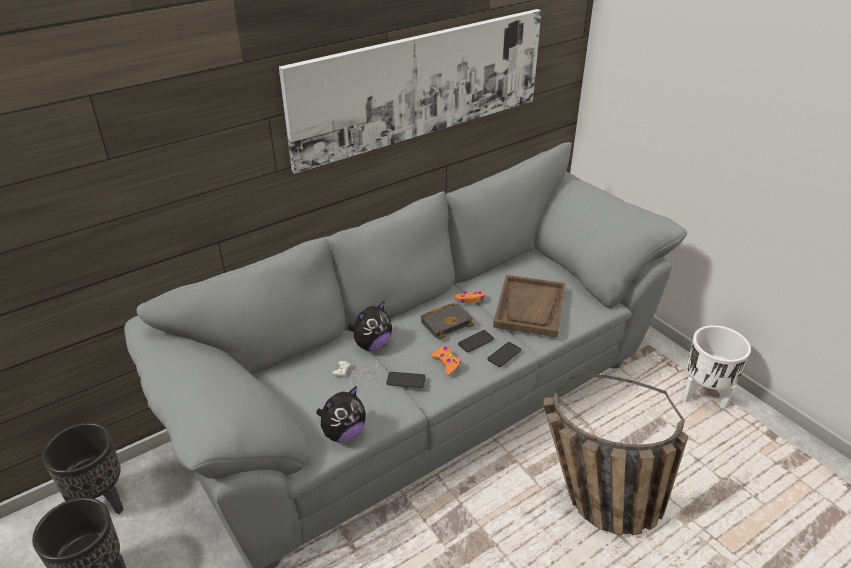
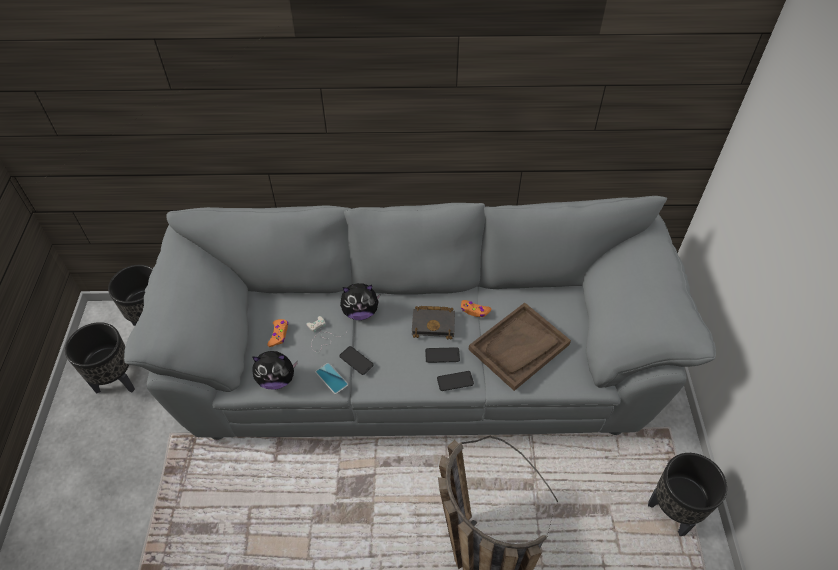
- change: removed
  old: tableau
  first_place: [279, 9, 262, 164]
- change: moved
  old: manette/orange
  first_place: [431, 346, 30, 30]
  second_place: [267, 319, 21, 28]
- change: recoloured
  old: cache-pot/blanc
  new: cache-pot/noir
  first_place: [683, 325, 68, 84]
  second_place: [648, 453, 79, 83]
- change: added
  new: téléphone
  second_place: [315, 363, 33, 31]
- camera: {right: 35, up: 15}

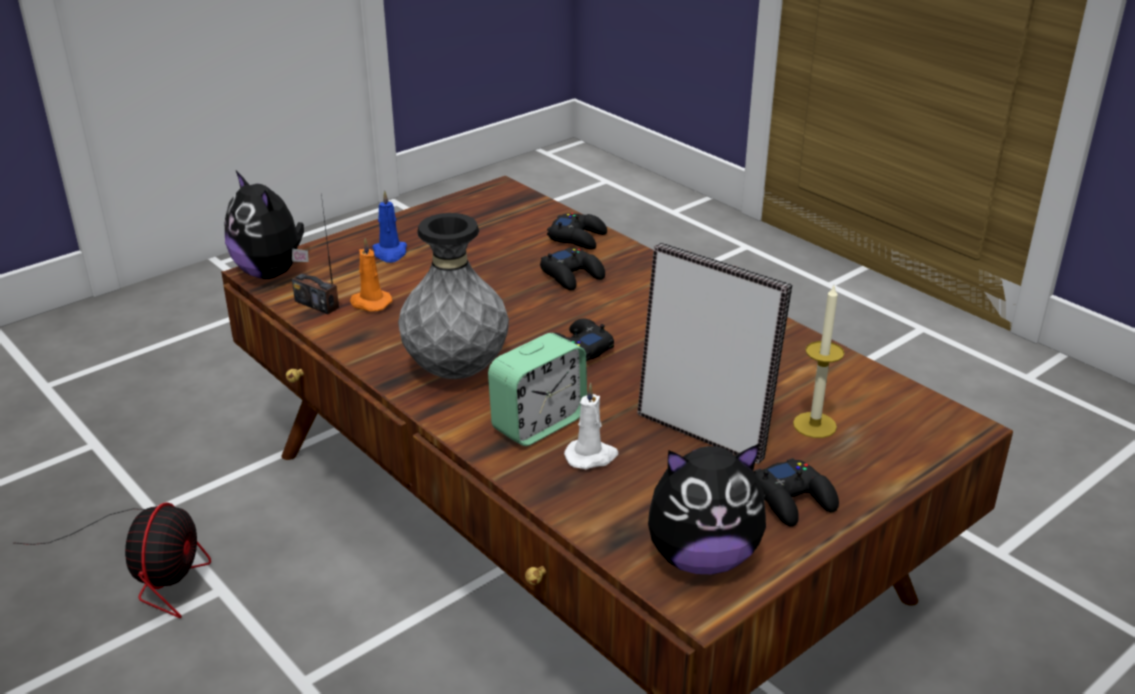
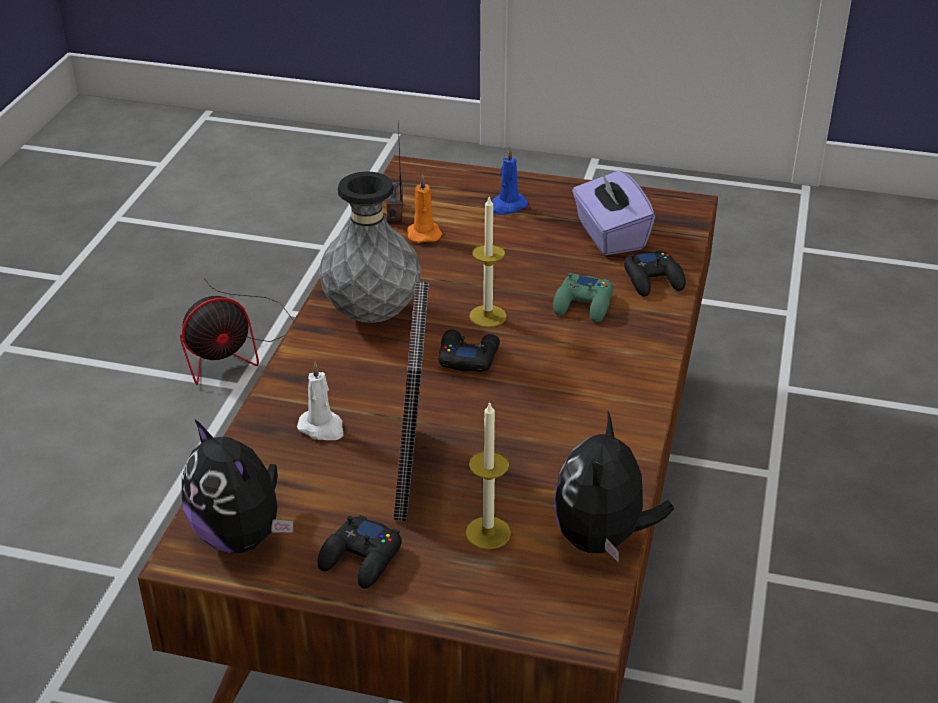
- change: moved
  old: peluche
  first_place: [225, 171, 84, 108]
  second_place: [554, 412, 120, 150]
- change: removed
  old: réveil
  first_place: [488, 333, 99, 113]
- change: recoloured
  old: manette/noir
  new: manette/vert
  first_place: [540, 248, 65, 43]
  second_place: [553, 273, 60, 49]
- change: added
  new: bougie
  second_place: [469, 197, 38, 130]
- change: added
  new: boîte à mouchoirs/violet
  second_place: [572, 171, 83, 84]
- camera: {right: 55, up: 5}

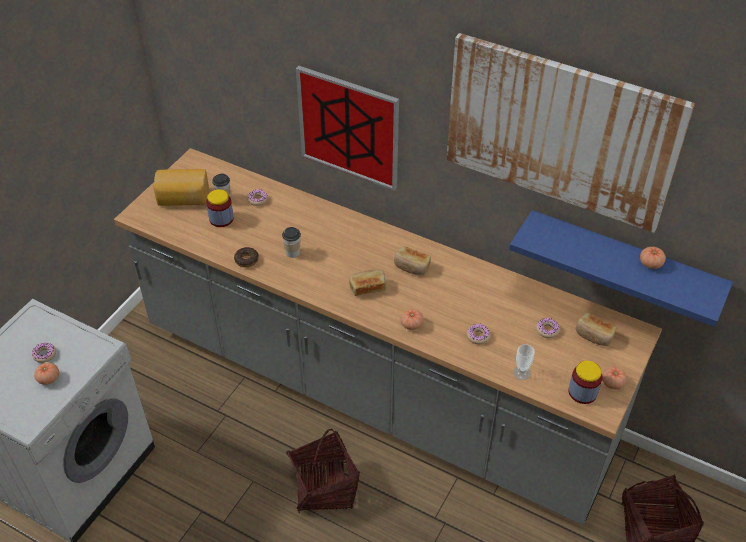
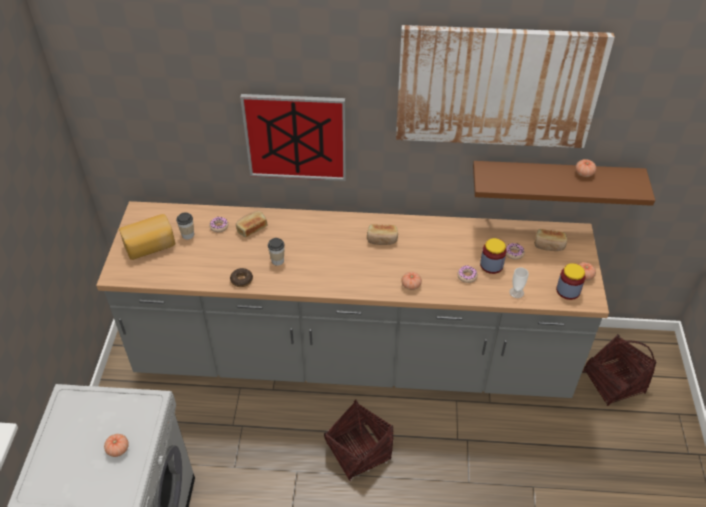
- change: removed
  old: beignet
  first_place: [32, 342, 24, 21]
- change: moved
  old: bocal
  first_place: [206, 189, 28, 38]
  second_place: [480, 238, 27, 36]
- change: moved
  old: pain
  first_place: [349, 269, 37, 27]
  second_place: [236, 211, 31, 26]
- change: recoloured
  old: étagère/bleu
  new: étagère/marron
  first_place: [509, 210, 224, 117]
  second_place: [473, 161, 182, 45]
- camera: {right: -25, up: 0}

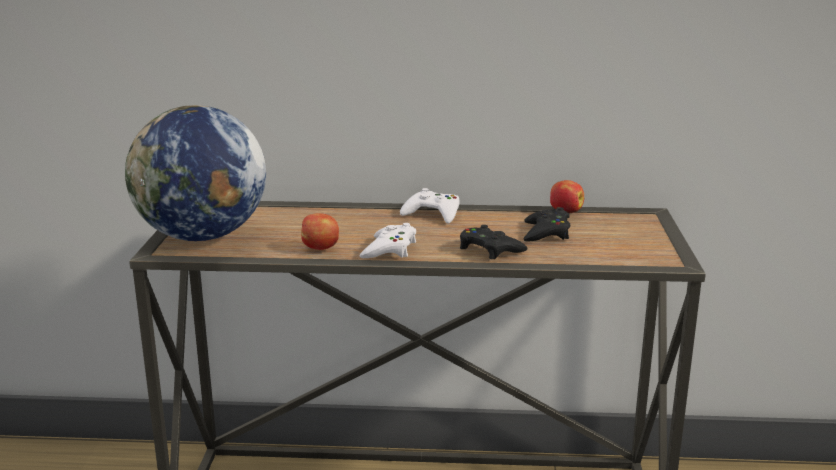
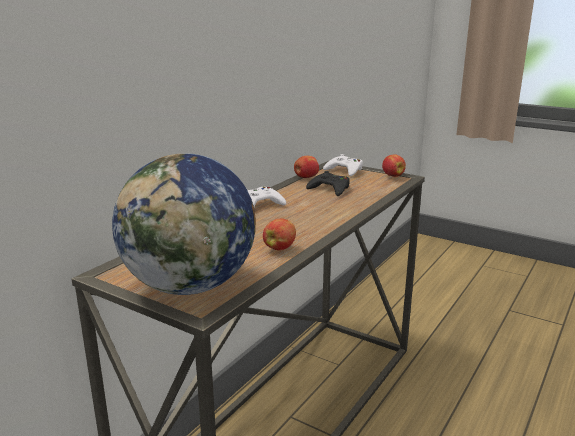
- change: moved
  old: manette/blanc
  first_place: [360, 223, 56, 35]
  second_place: [323, 154, 40, 22]
- change: removed
  old: manette/noir
  first_place: [460, 225, 67, 34]
- change: added
  new: pomme
  second_place: [382, 154, 24, 23]
- camera: {right: -60, up: 0}

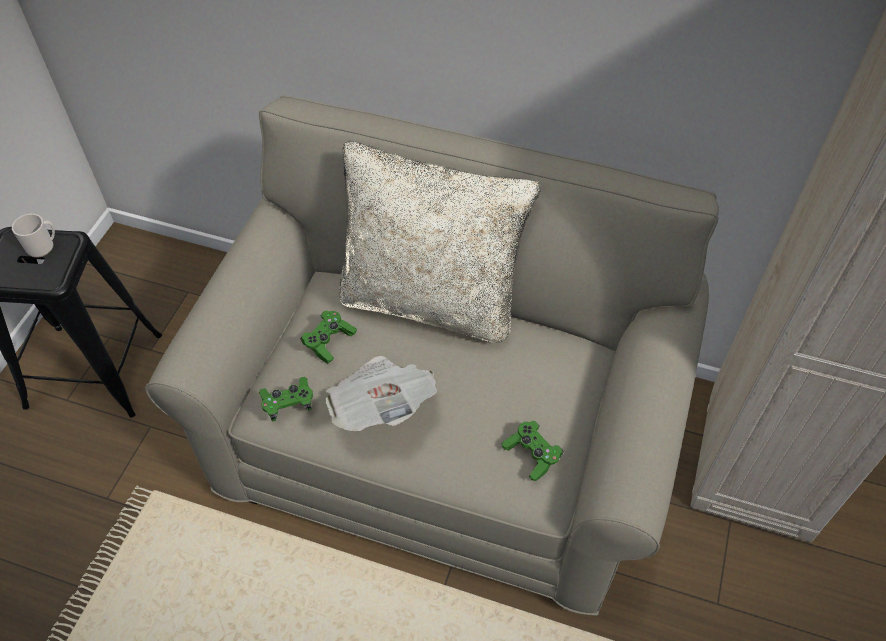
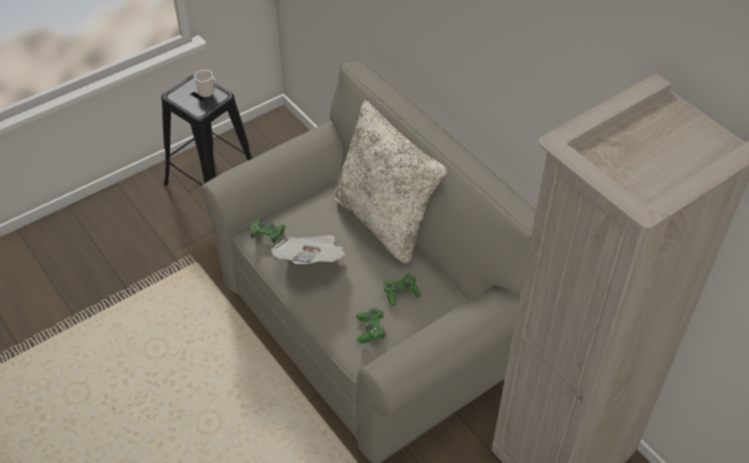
- change: moved
  old: manette/vert
  first_place: [300, 311, 57, 52]
  second_place: [384, 274, 37, 32]
- camera: {right: 35, up: -5}

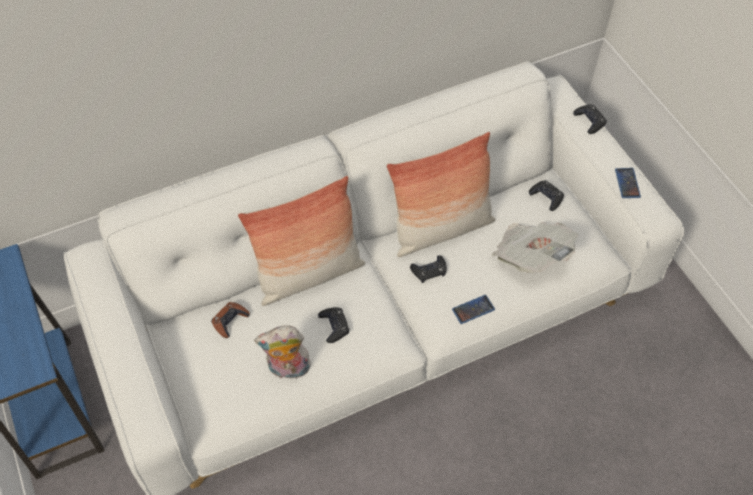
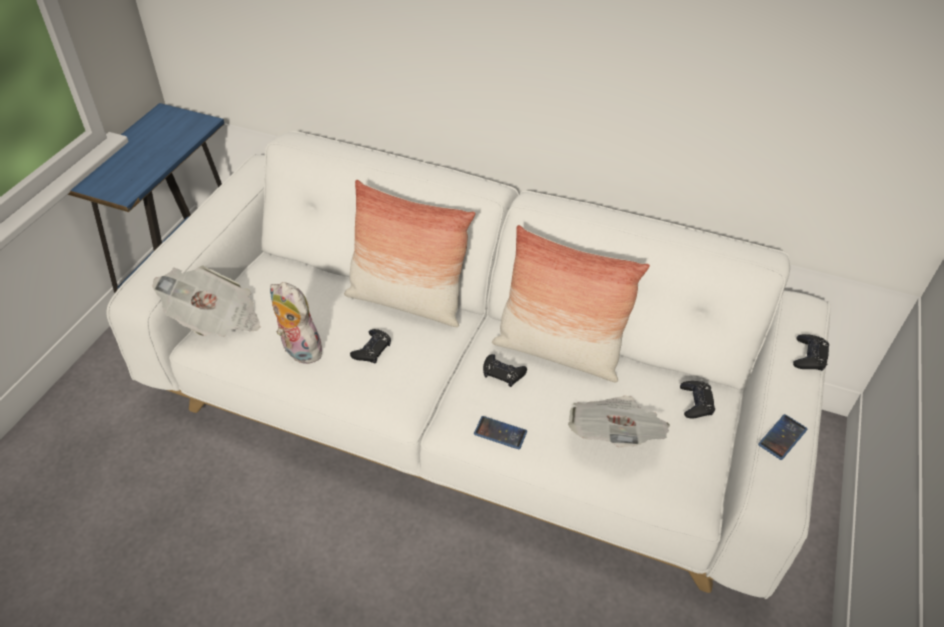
- change: removed
  old: manette/marron
  first_place: [211, 302, 39, 36]
- change: added
  new: journal
  second_place: [152, 265, 109, 71]
- camera: {right: 45, up: -10}

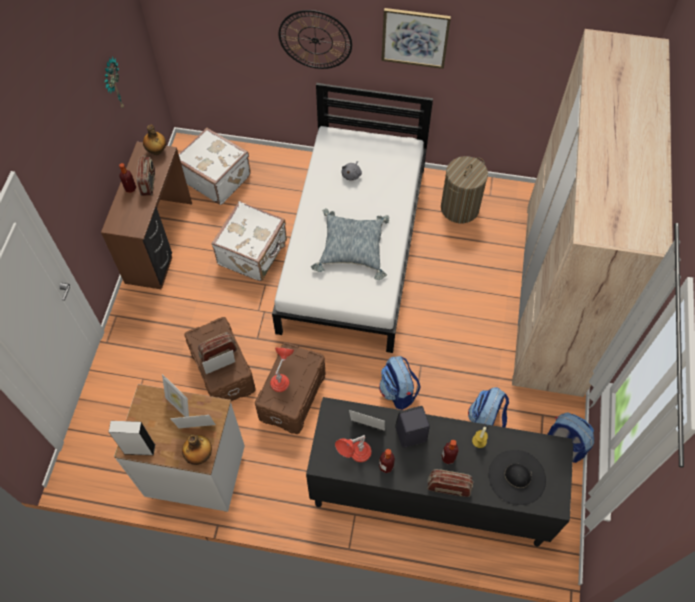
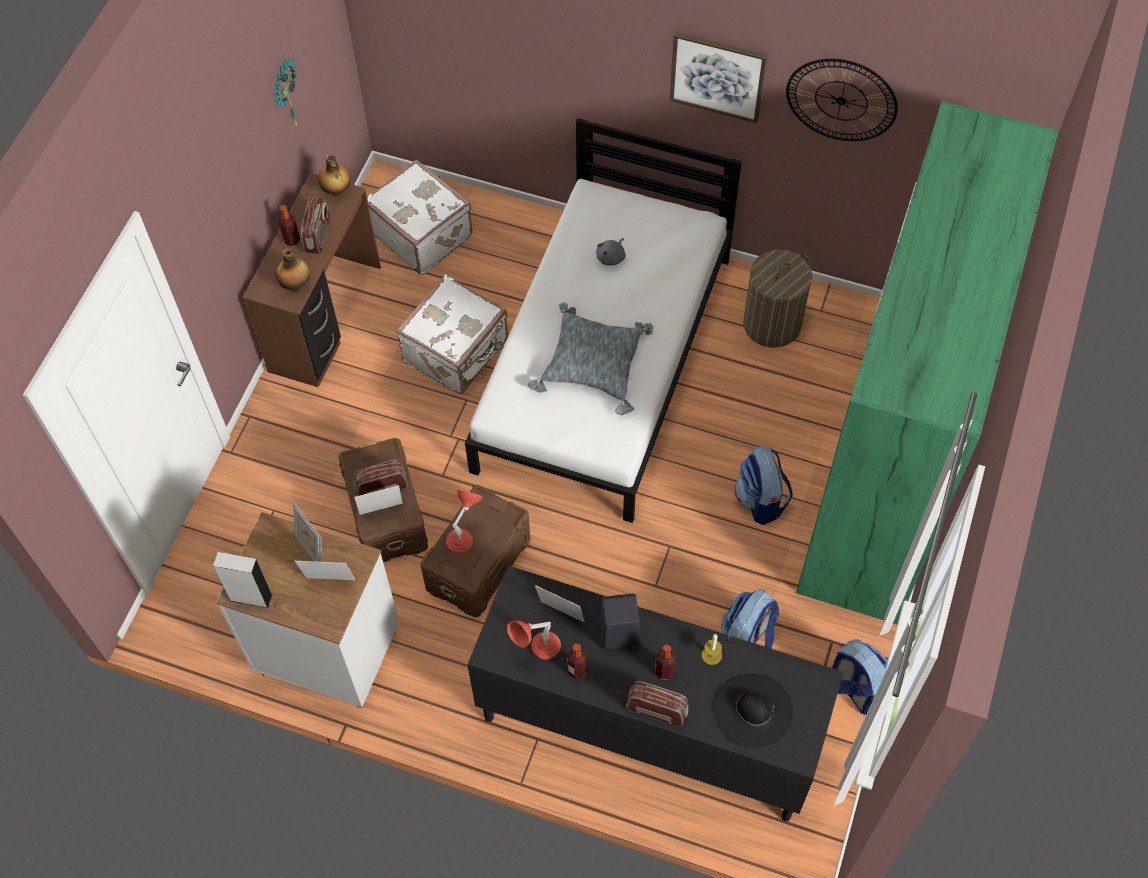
- change: moved
  old: bouteille
  first_place: [182, 435, 30, 30]
  second_place: [276, 249, 34, 43]
- change: moved
  old: horloge murale
  first_place: [279, 10, 73, 59]
  second_place: [786, 58, 112, 83]
- change: moved
  old: sac à dos
  first_place: [379, 356, 42, 54]
  second_place: [735, 446, 58, 79]
- change: recoloured
  old: armoire/beige
  new: armoire/vert
  first_place: [512, 29, 161, 368]
  second_place: [796, 101, 262, 523]
- camera: {right: 10, up: 0}

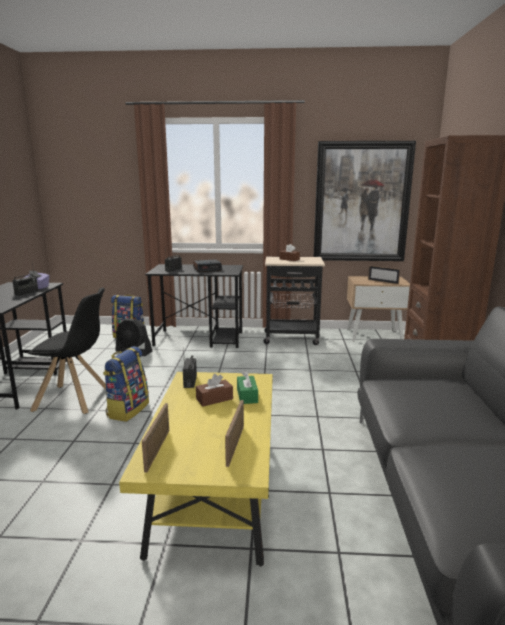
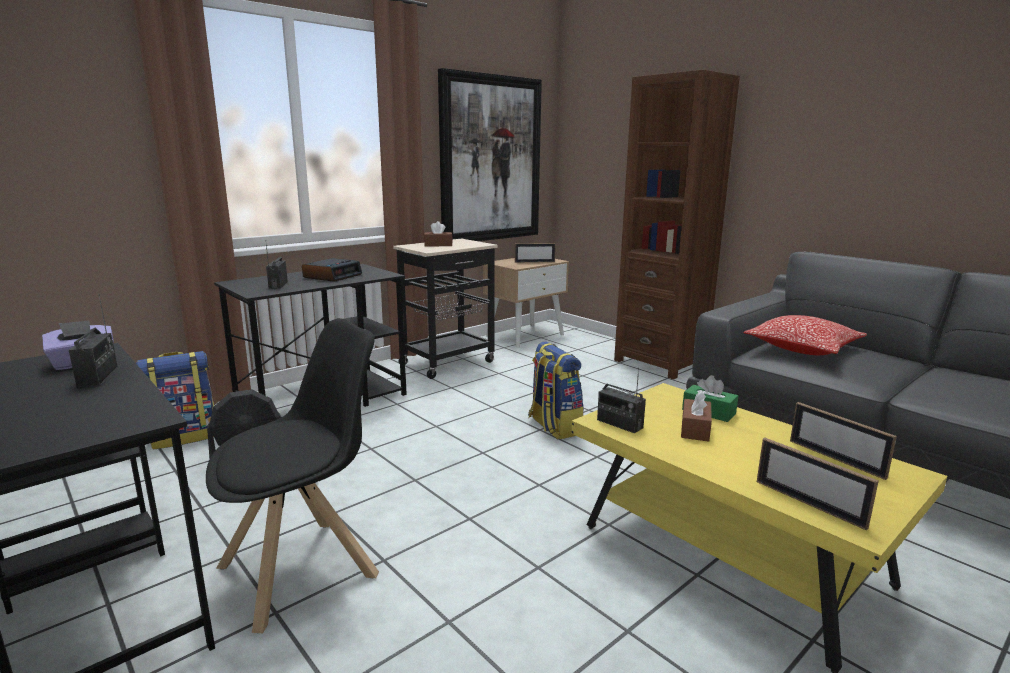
- change: moved
  old: sac à dos
  first_place: [103, 346, 46, 76]
  second_place: [528, 341, 56, 98]
- change: added
  new: coussin
  second_place: [744, 315, 123, 40]
- camera: {right: -45, up: 0}

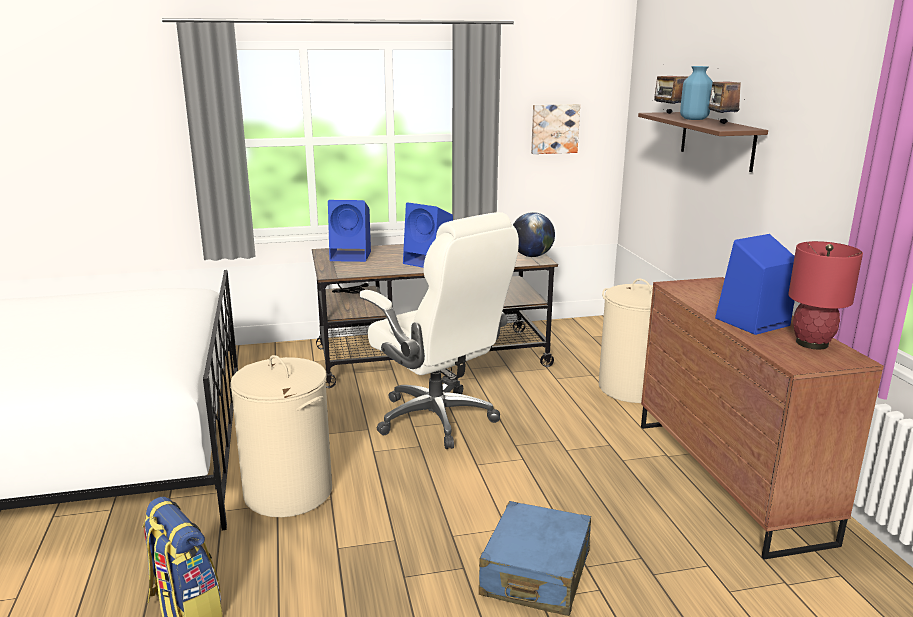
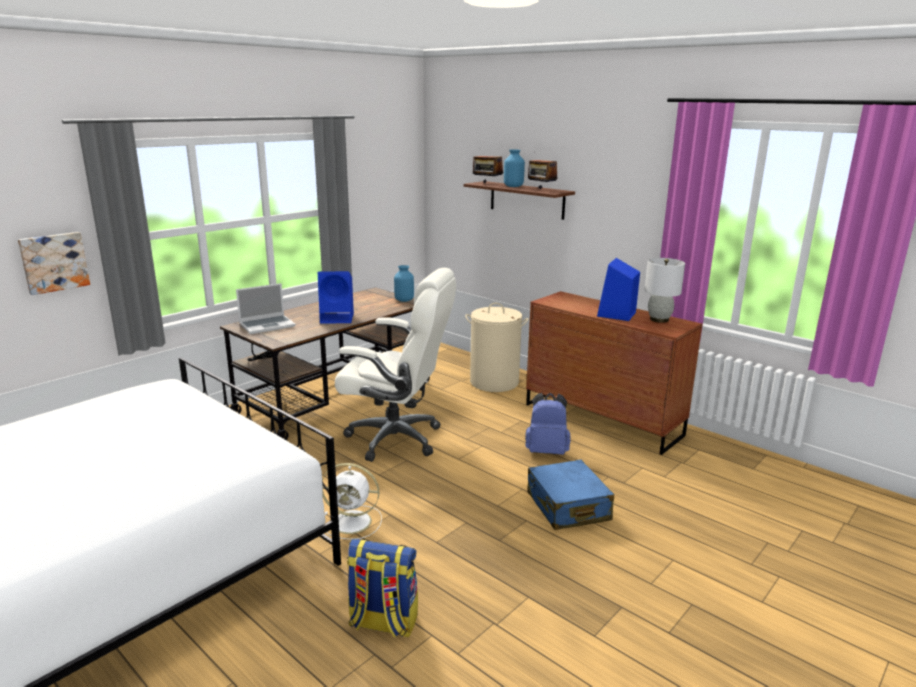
- change: replaced
  old: panier à linge/beige
  new: ventilateur/blanc
  first_place: [230, 355, 102, 162]
  second_place: [322, 463, 60, 77]
- change: replaced
  old: enceinte/bleu
  new: ordinateur portable
  first_place: [328, 200, 43, 62]
  second_place: [236, 283, 59, 51]
- change: replaced
  old: globe
  new: vase/bleu
  first_place: [513, 212, 42, 45]
  second_place: [394, 265, 20, 37]
- change: moved
  old: tableau
  first_place: [531, 104, 49, 50]
  second_place: [18, 232, 72, 63]
- change: recoloured
  old: lampe de table/rouge
  new: lampe de table/blanc
  first_place: [788, 241, 75, 108]
  second_place: [645, 258, 40, 65]
- change: added
  new: sac à dos/bleu
  second_place: [525, 393, 46, 62]
- camera: {right: -35, up: 0}

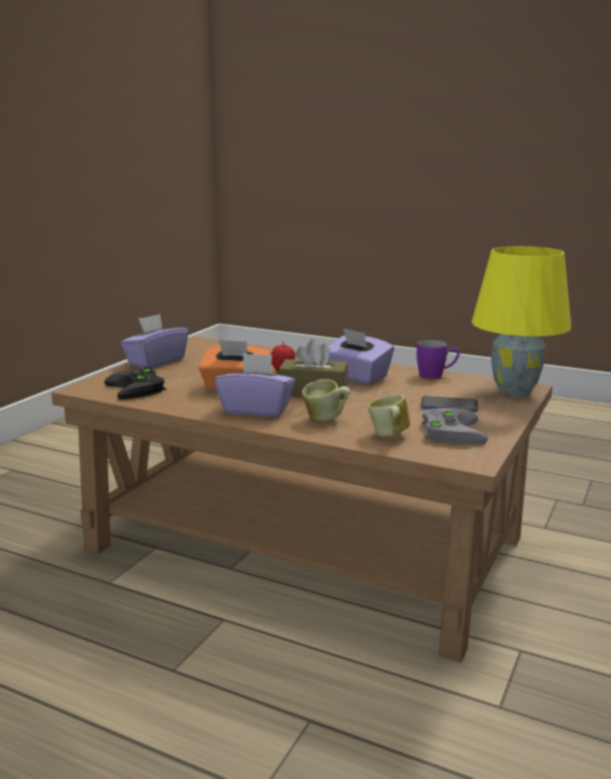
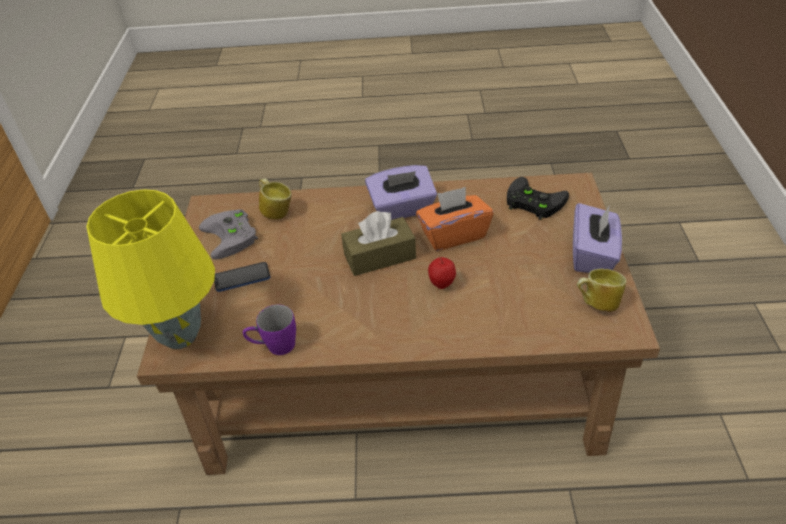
- change: moved
  old: mug
  first_place: [302, 379, 48, 44]
  second_place: [577, 269, 49, 43]
- change: removed
  old: boîte à mouchoirs/violet
  first_place: [328, 328, 66, 56]
- camera: {right: 155, up: 25}

